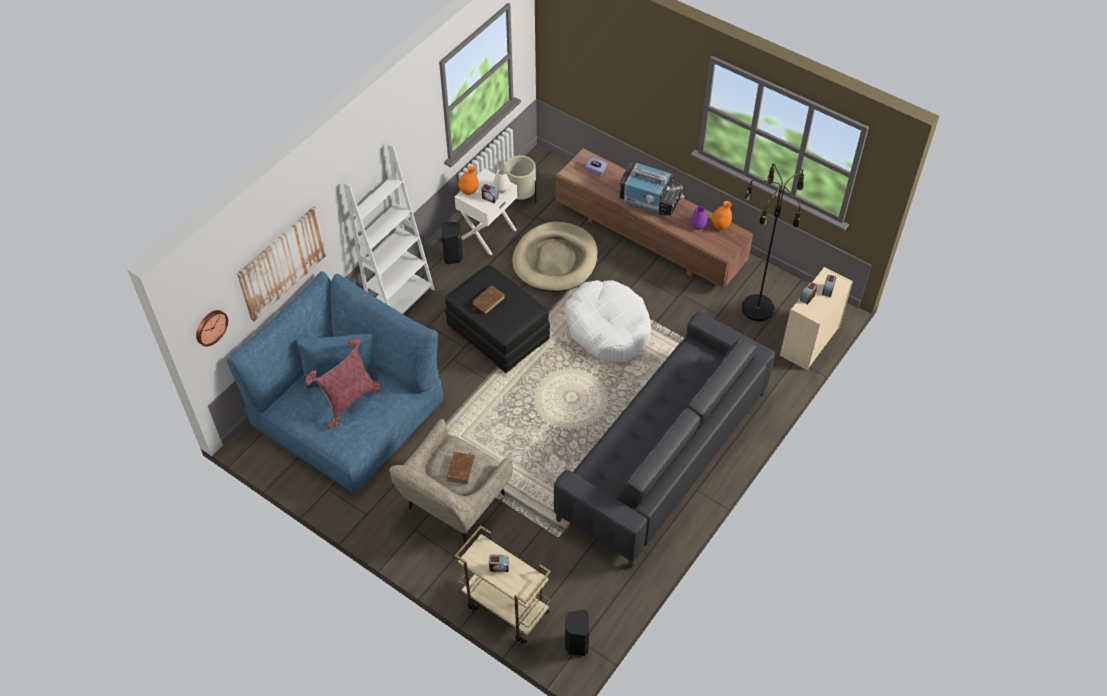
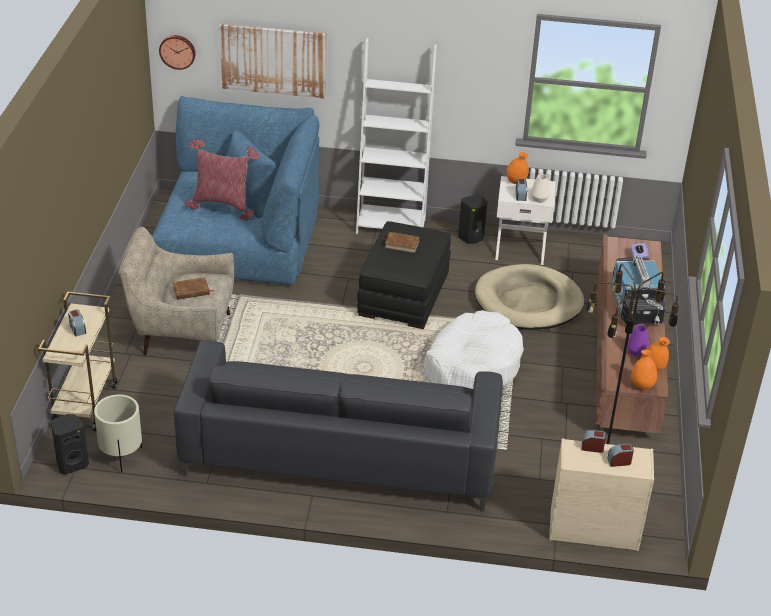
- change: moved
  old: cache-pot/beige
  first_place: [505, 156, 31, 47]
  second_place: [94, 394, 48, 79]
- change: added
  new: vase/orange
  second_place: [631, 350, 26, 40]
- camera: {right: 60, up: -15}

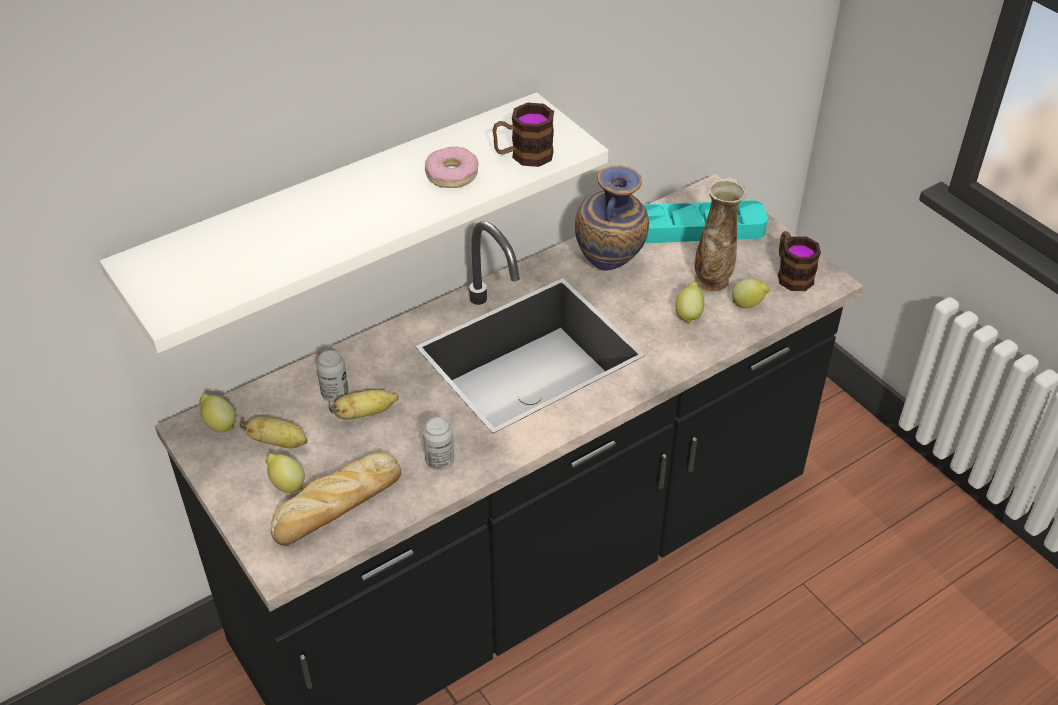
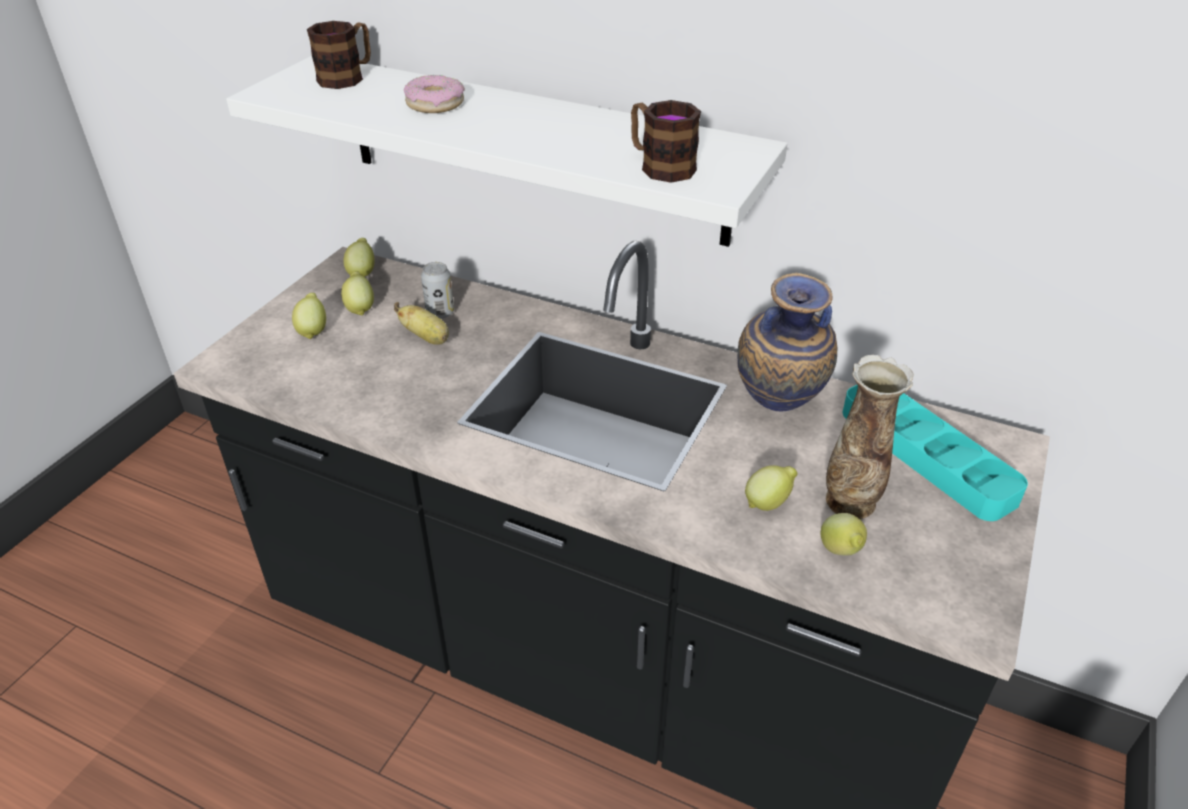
- change: replaced
  old: banane
  new: citron
  first_place: [239, 416, 68, 33]
  second_place: [341, 271, 33, 45]
- change: removed
  old: pain
  first_place: [271, 452, 130, 94]
- change: removed
  old: boîte métallique
  first_place: [423, 417, 31, 54]
- change: moved
  old: beignet
  first_place: [425, 146, 53, 42]
  second_place: [404, 75, 61, 38]
- change: moved
  old: mug
  first_place: [778, 231, 43, 60]
  second_place: [307, 21, 64, 68]
- camera: {right: 60, up: -5}

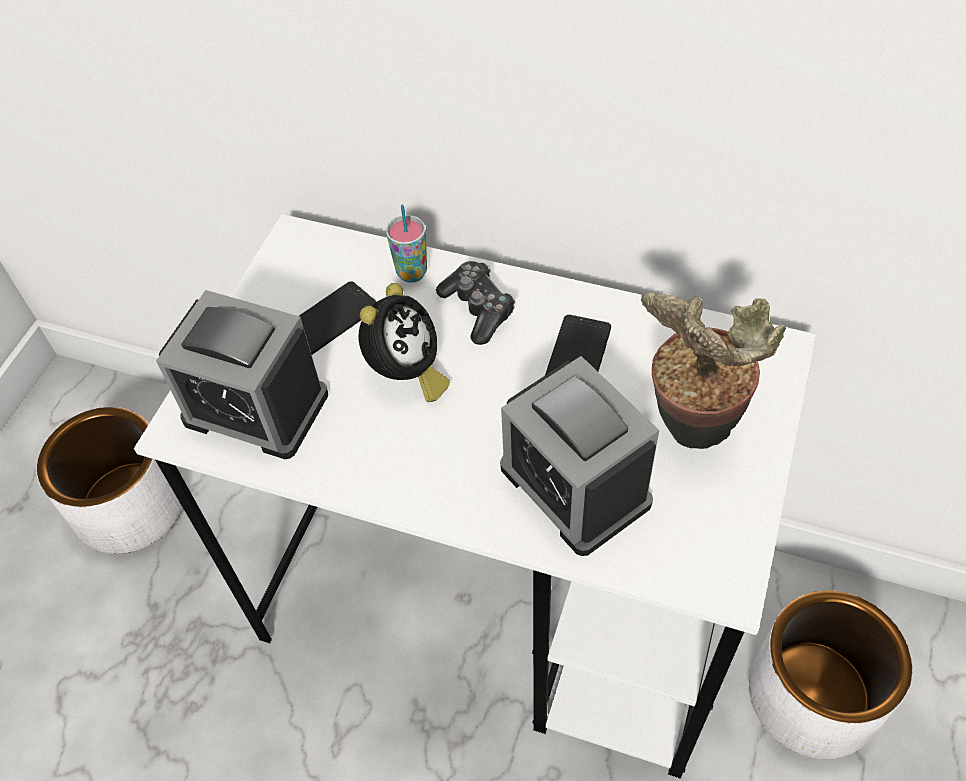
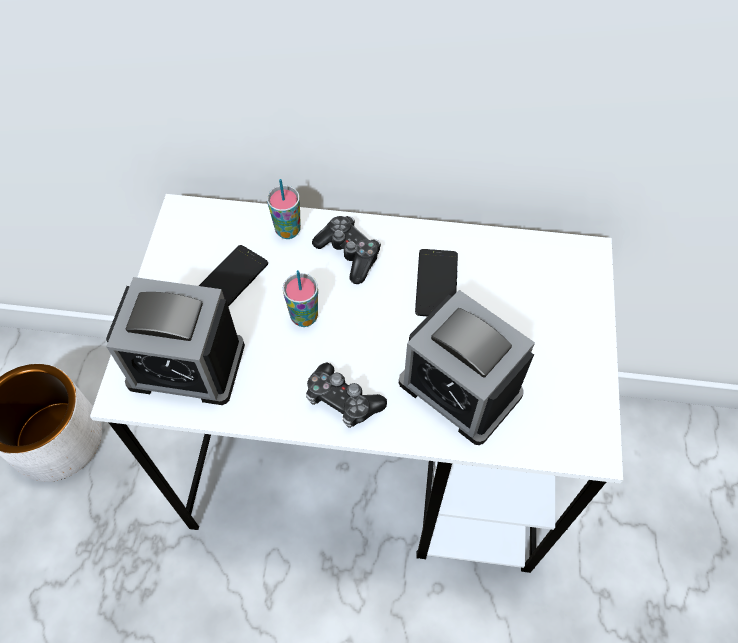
- change: replaced
  old: réveil
  new: tasse
  first_place: [359, 283, 91, 119]
  second_place: [283, 270, 35, 57]
- change: removed
  old: plante en pot
  first_place: [641, 292, 145, 157]
- change: removed
  old: cache-pot/blanc
  first_place: [749, 590, 163, 169]
- change: added
  new: manette
  second_place: [306, 362, 81, 66]
- camera: {right: -15, up: 5}

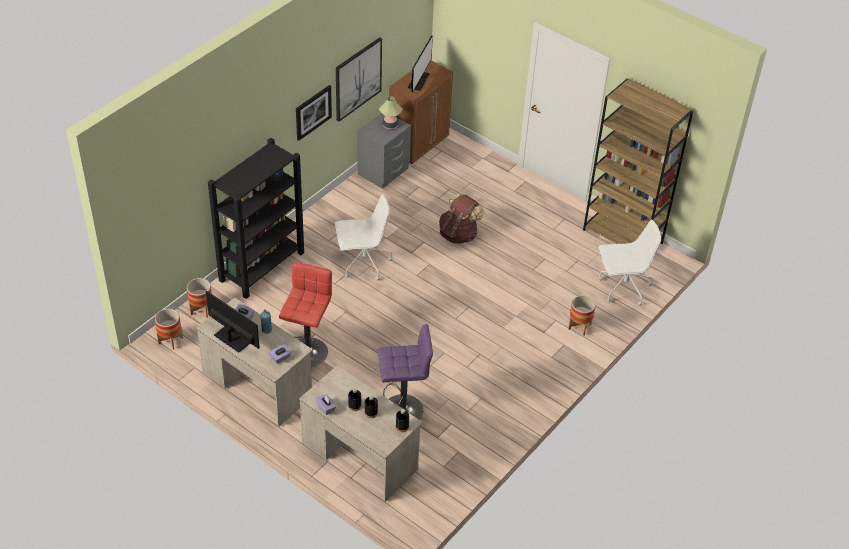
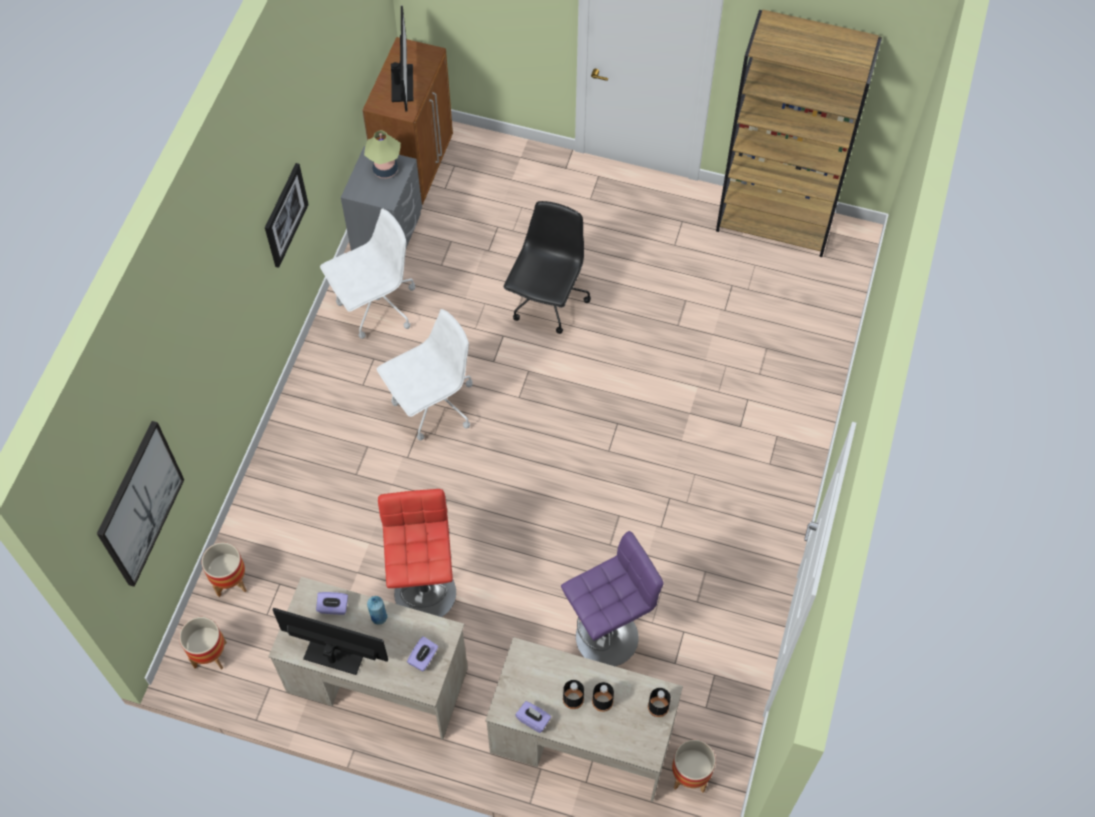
- change: removed
  old: bibliothèque/noir
  first_place: [208, 138, 96, 161]
- change: moved
  old: tableau
  first_place: [336, 37, 46, 85]
  second_place: [97, 421, 87, 166]
- change: replaced
  old: sac à dos/marron
  new: chaise de bureau/noir
  first_place: [439, 193, 46, 51]
  second_place: [504, 201, 87, 133]
- change: moved
  old: cache-pot
  first_place: [568, 295, 28, 41]
  second_place: [672, 740, 44, 53]
- change: moved
  old: chaise de bureau/blanc
  first_place: [599, 219, 62, 87]
  second_place: [320, 208, 95, 131]
- camera: {right: -20, up: 15}

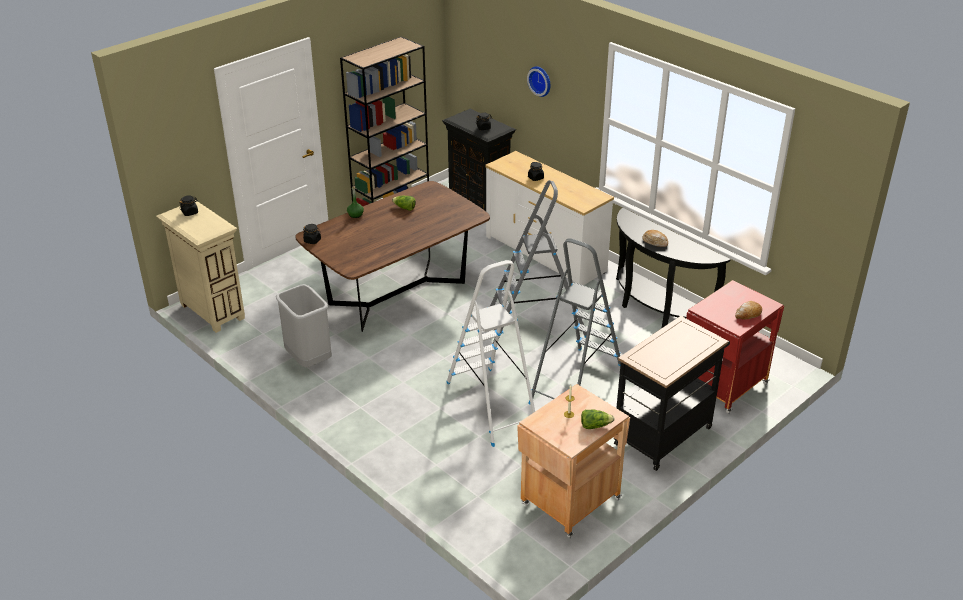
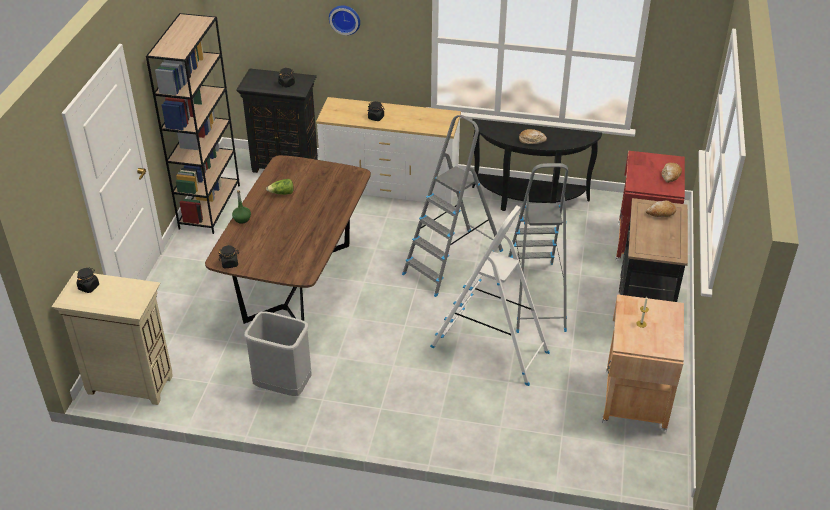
- change: removed
  old: laitue
  first_place: [581, 410, 34, 19]
- change: added
  new: pain
  second_place: [646, 201, 30, 16]
- camera: {right: -35, up: 5}

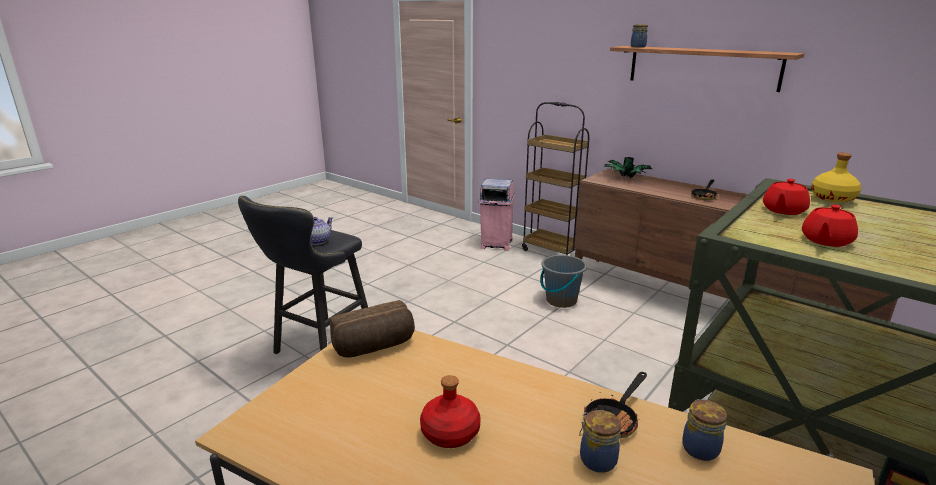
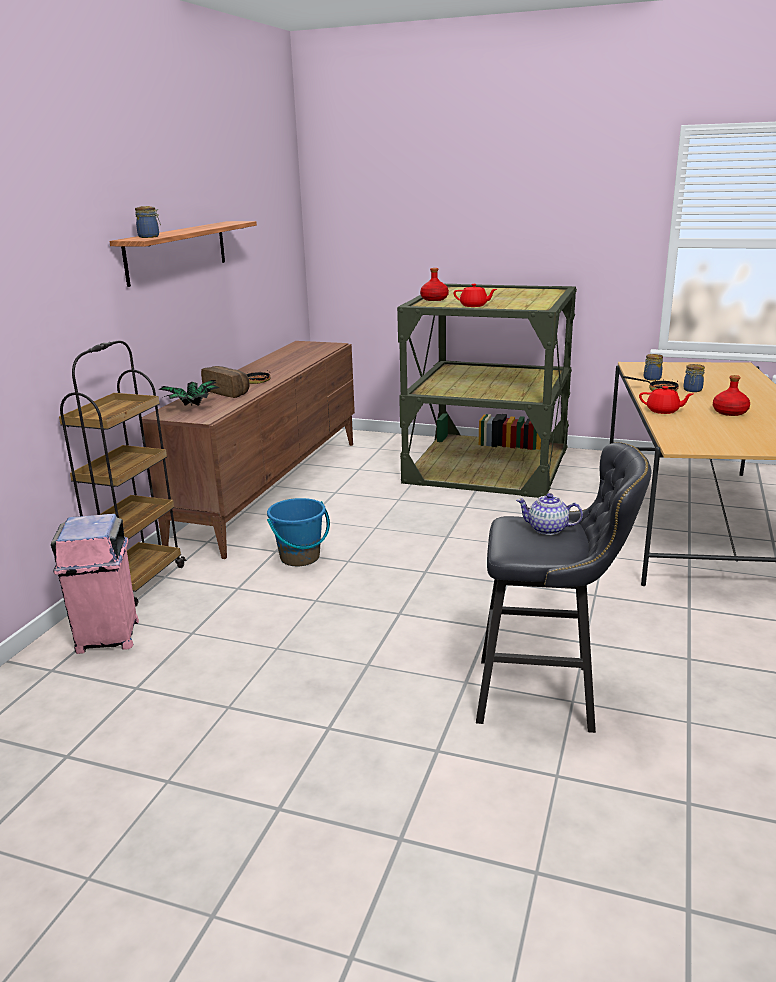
- change: moved
  old: pain
  first_place: [330, 300, 85, 57]
  second_place: [201, 366, 49, 32]
- change: recoloured
  old: seau/gris
  new: seau/bleu
  first_place: [540, 255, 47, 53]
  second_place: [267, 498, 63, 68]
- change: moved
  old: théière/rouge
  first_place: [802, 205, 56, 42]
  second_place: [639, 386, 54, 28]
- change: recoloured
  old: bouteille/jaune
  new: bouteille/rouge
  first_place: [811, 153, 50, 49]
  second_place: [420, 268, 29, 33]
- camera: {right: -110, up: 0}

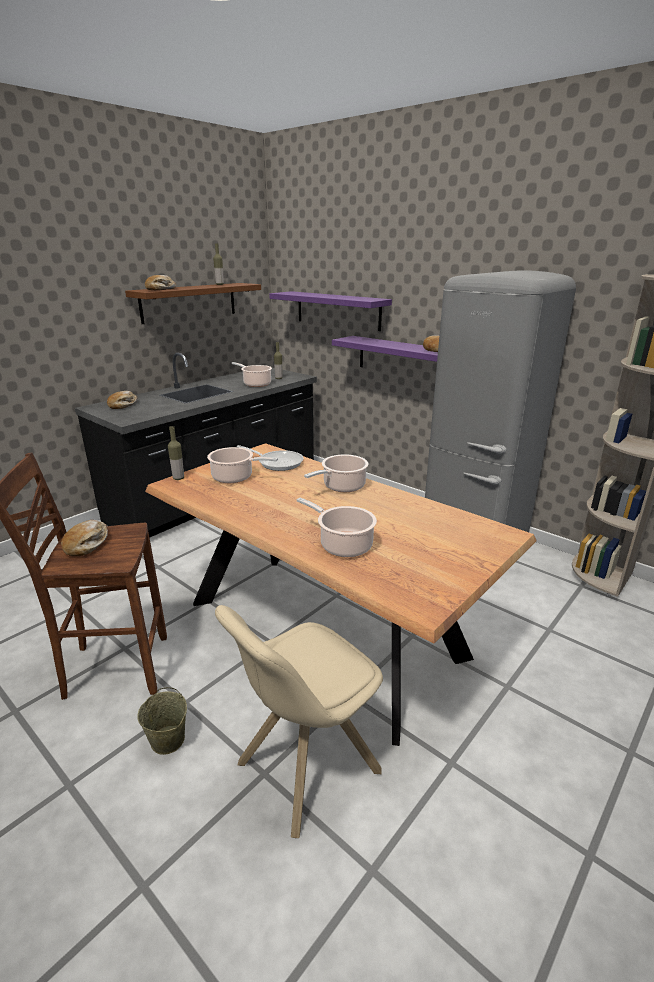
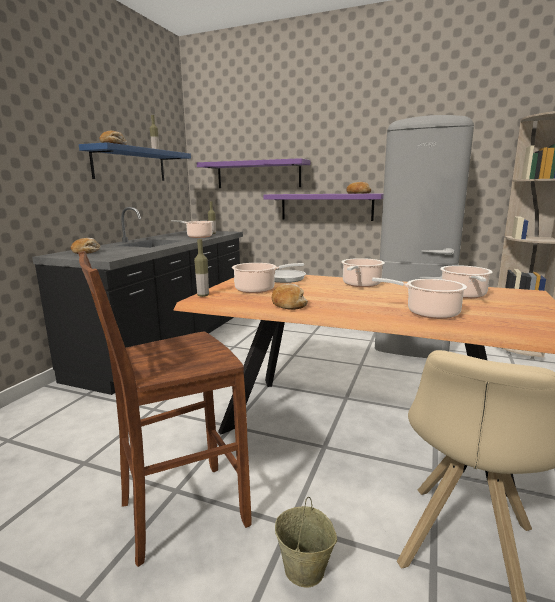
- change: moved
  old: pain
  first_place: [61, 520, 47, 36]
  second_place: [272, 283, 36, 27]
- change: recoloured
  old: étagère/marron
  new: étagère/bleu
  first_place: [125, 283, 136, 41]
  second_place: [79, 142, 112, 39]
- change: added
  new: marmite
  second_place: [440, 265, 53, 34]
- camera: {right: -20, up: -10}

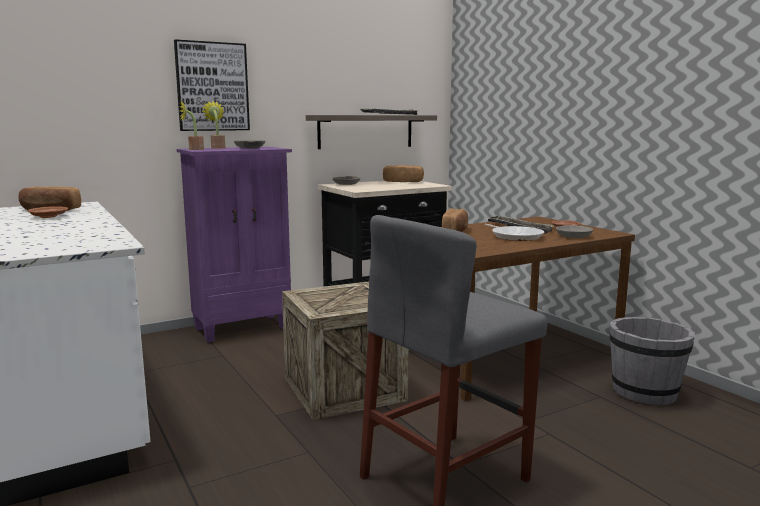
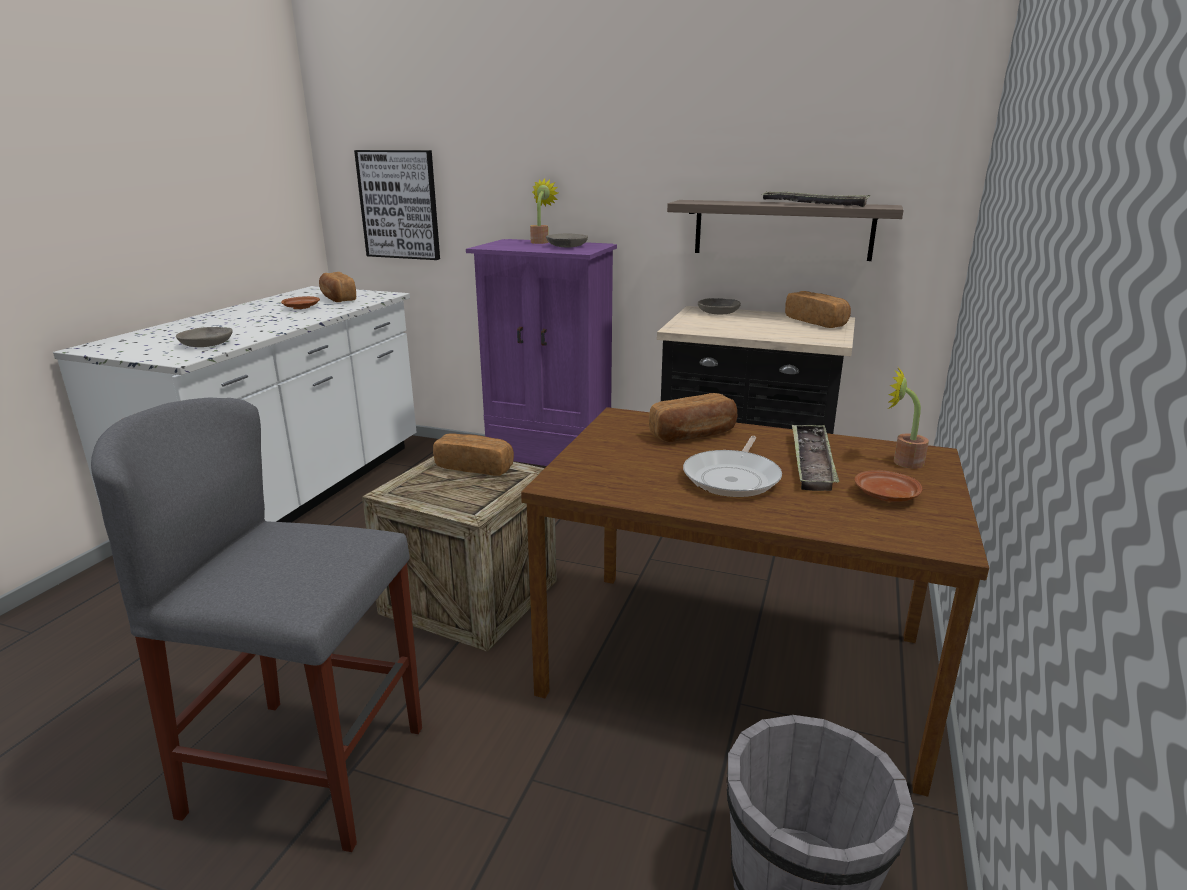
- change: moved
  old: tableau
  first_place: [174, 39, 76, 92]
  second_place: [354, 150, 86, 110]
- change: moved
  old: plante en pot
  first_place: [179, 100, 25, 50]
  second_place: [888, 366, 41, 103]
- change: moved
  old: bol/gris
  first_place: [556, 225, 37, 13]
  second_place: [176, 327, 57, 20]
- change: added
  new: pain
  second_place: [433, 433, 81, 43]
- camera: {right: 50, up: 10}

